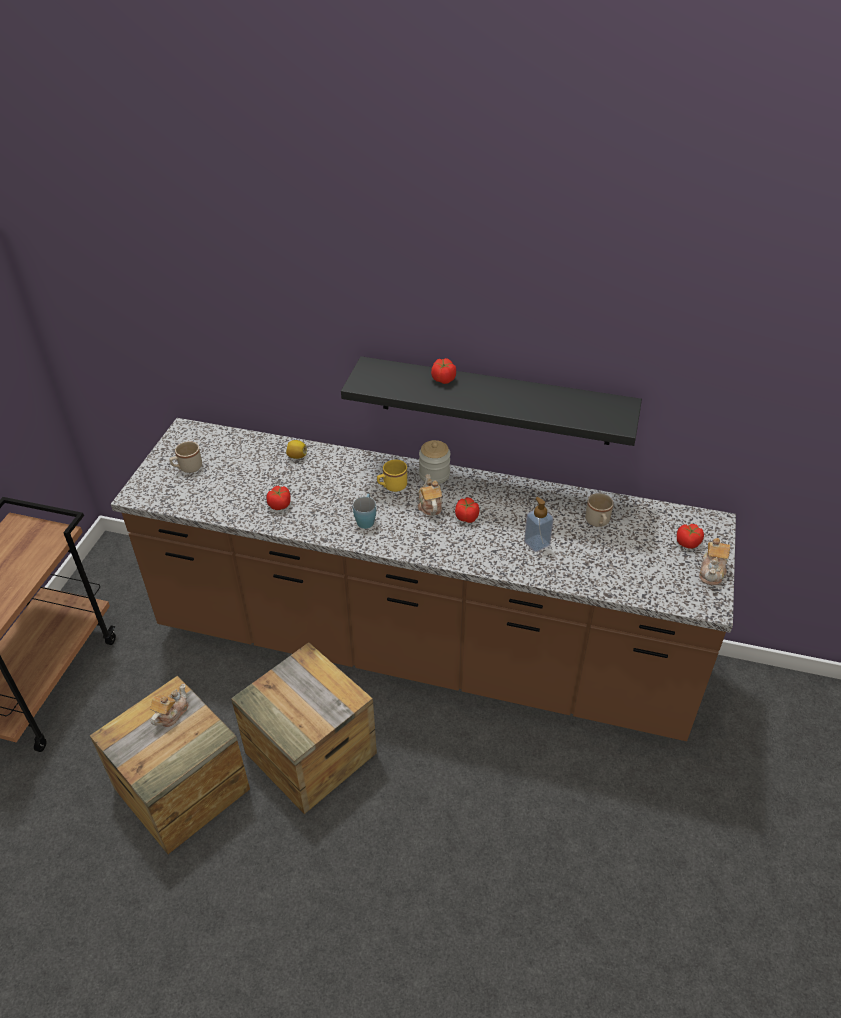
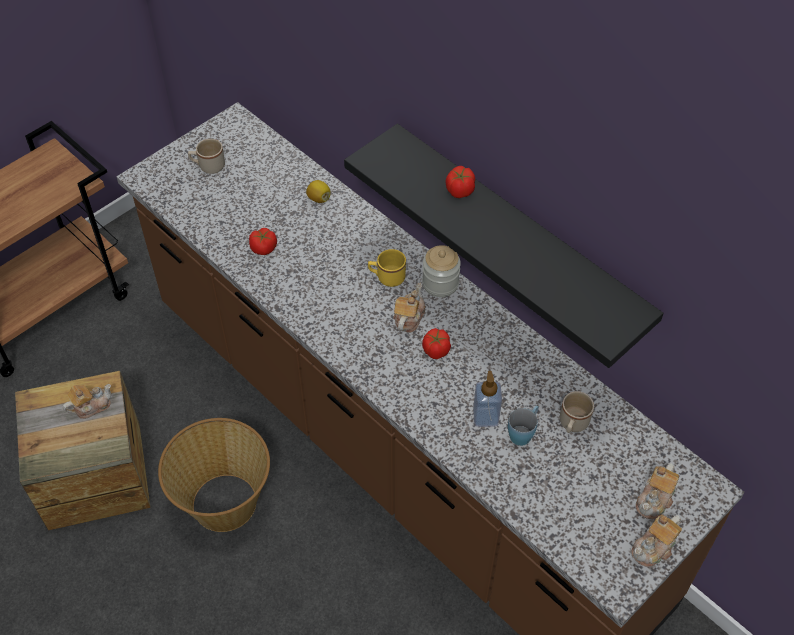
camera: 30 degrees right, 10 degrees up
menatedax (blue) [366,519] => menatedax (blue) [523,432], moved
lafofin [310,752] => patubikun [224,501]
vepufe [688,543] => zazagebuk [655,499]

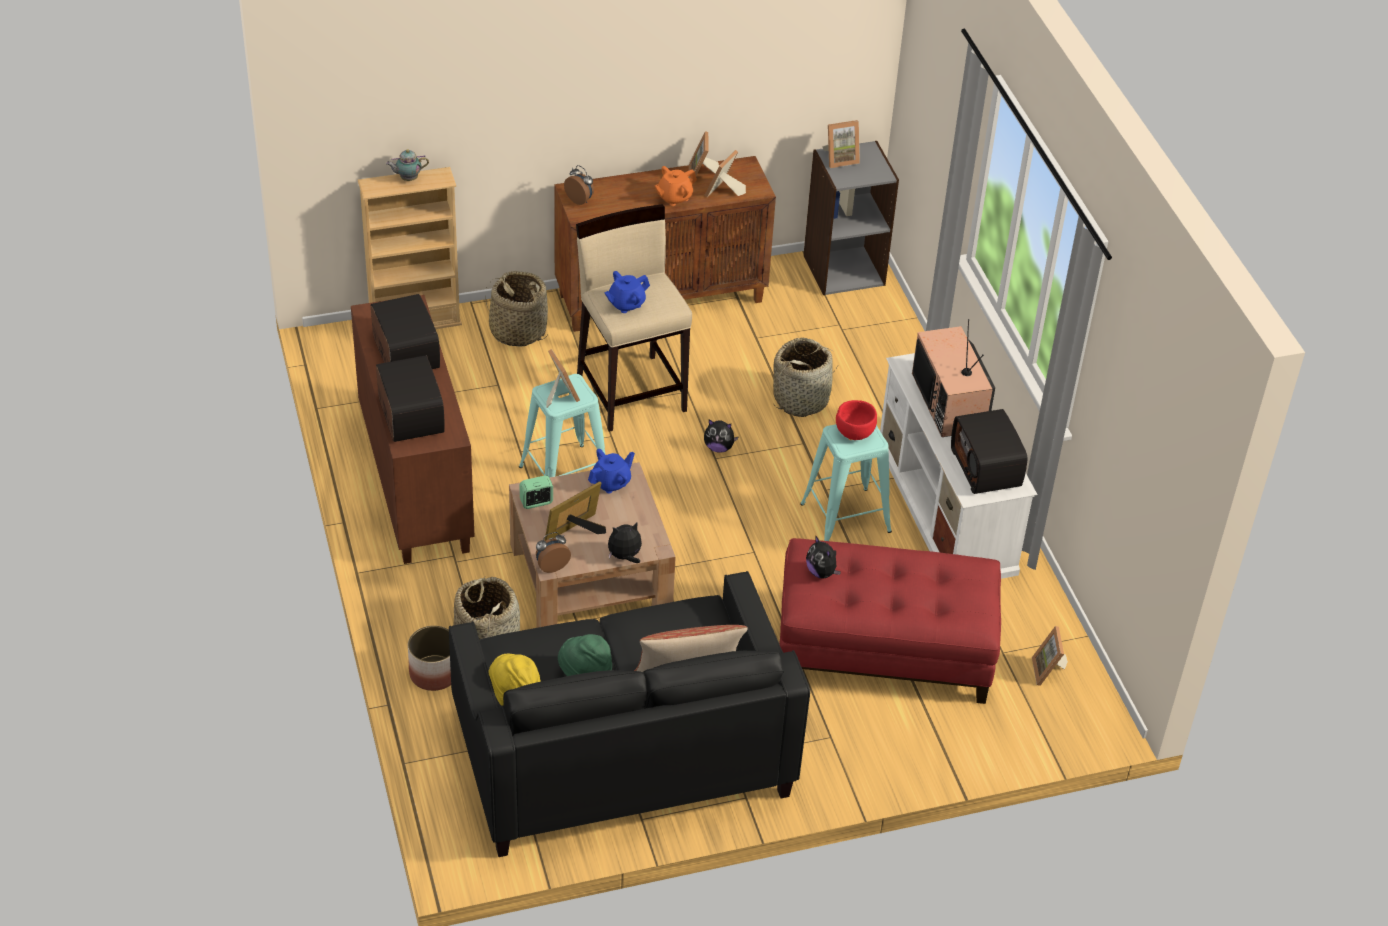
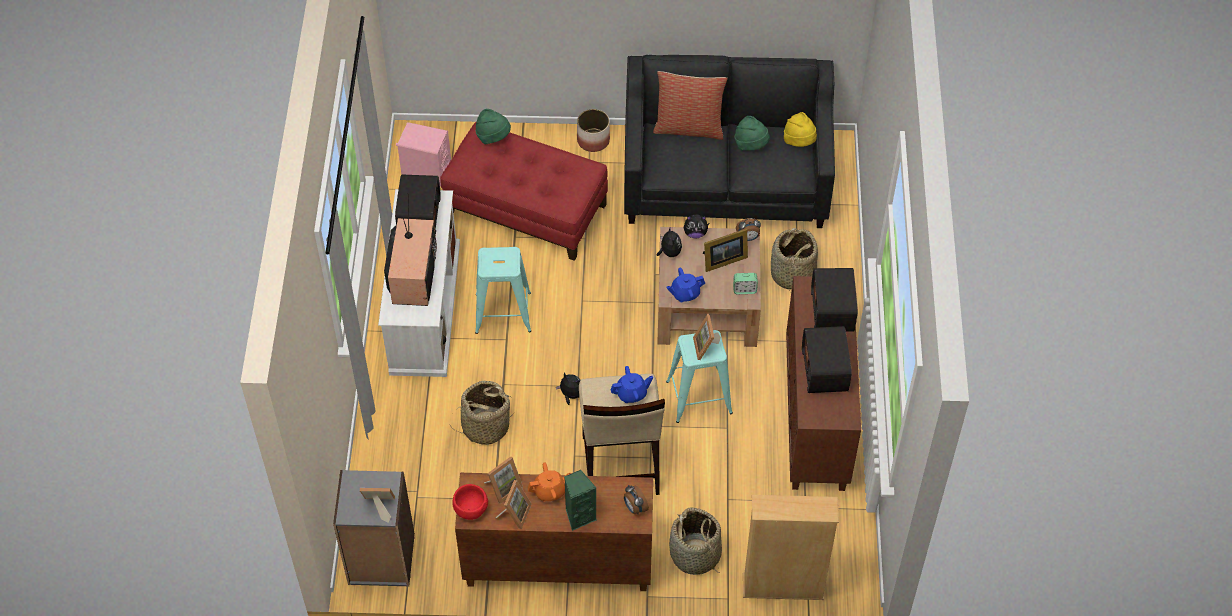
camera: 160 degrees left, 10 degrees up
zazagebuk [407,178] => nothing
nothing => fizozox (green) [493,137]
nothing => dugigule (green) [579,516]
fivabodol [433,674] => fivabodol [593,140], moved
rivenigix [821,572] => rivenigix [669,252], moved
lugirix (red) [854,432] => lugirix (red) [471,510], moved
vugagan [1049,671] => dugigule (pink) [426,171]

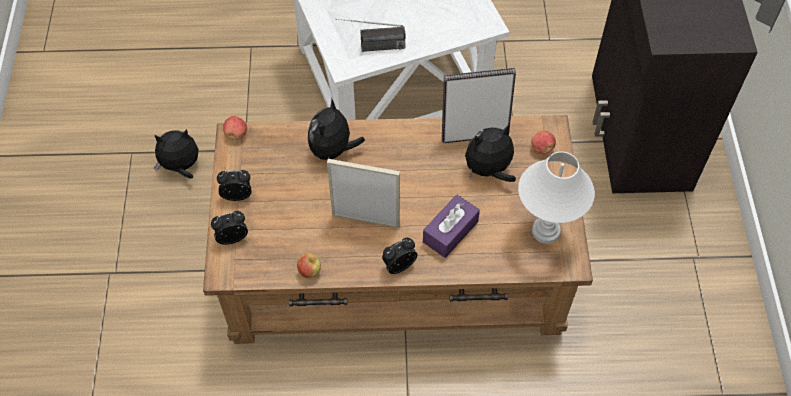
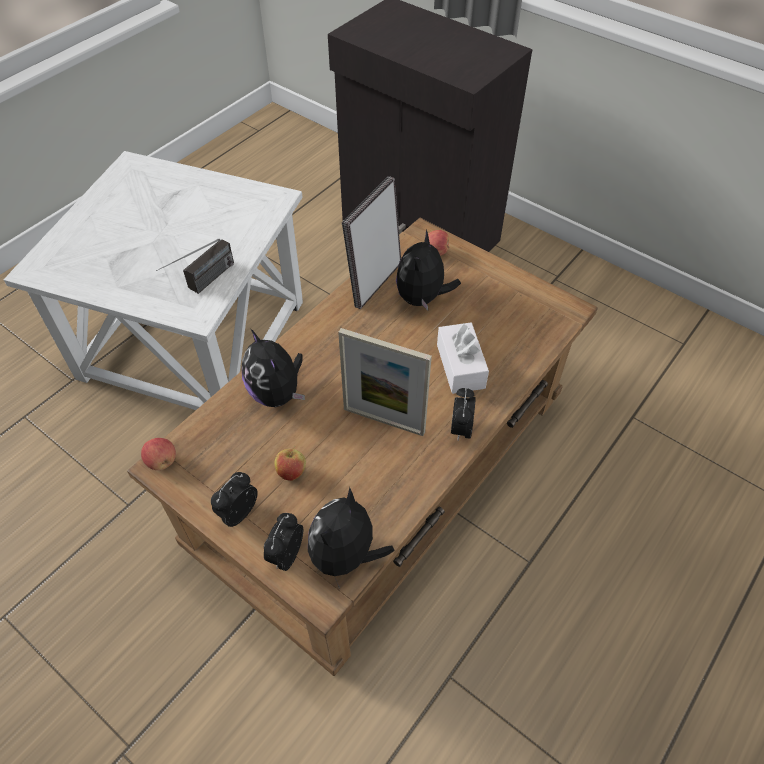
camera: 50 degrees left, 5 degrees down
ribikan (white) [546,232] => nothing
rivenigix [181,167] => rivenigix [346,556], moved
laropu [310,272] => laropu [291,472], moved
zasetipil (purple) [450,232] => zasetipil (white) [460,366]
vugagan [365,220] => vugagan [384,420], 120 degrees counterclockwise

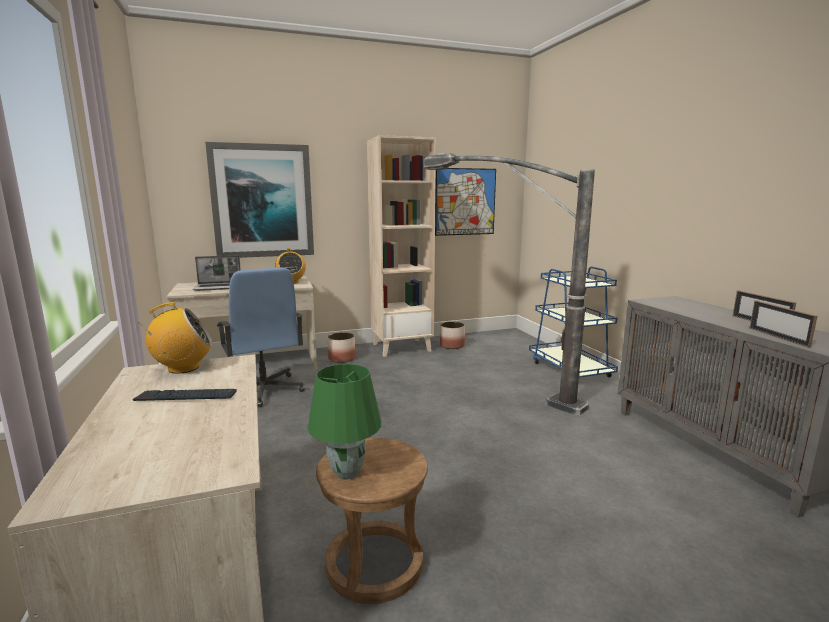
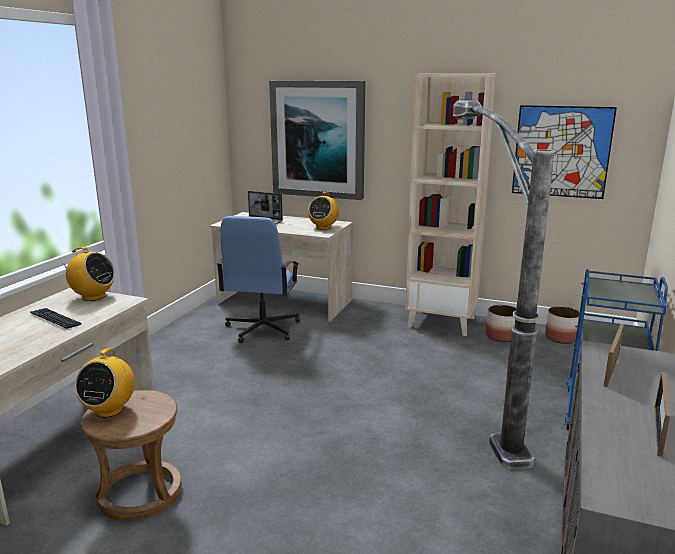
camera: 40 degrees right, 5 degrees up
fivabodol [342,358] => fivabodol [561,338], moved
vugagan [778,337] => vugagan [611,370], moved
ribikan (green) [347,472] => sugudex [109,410]

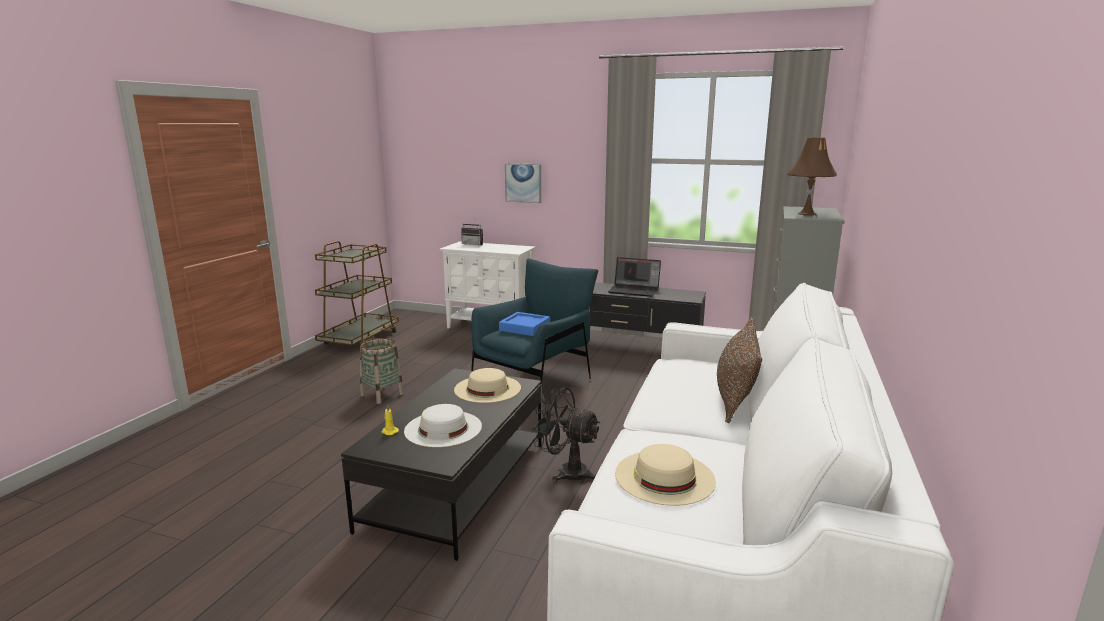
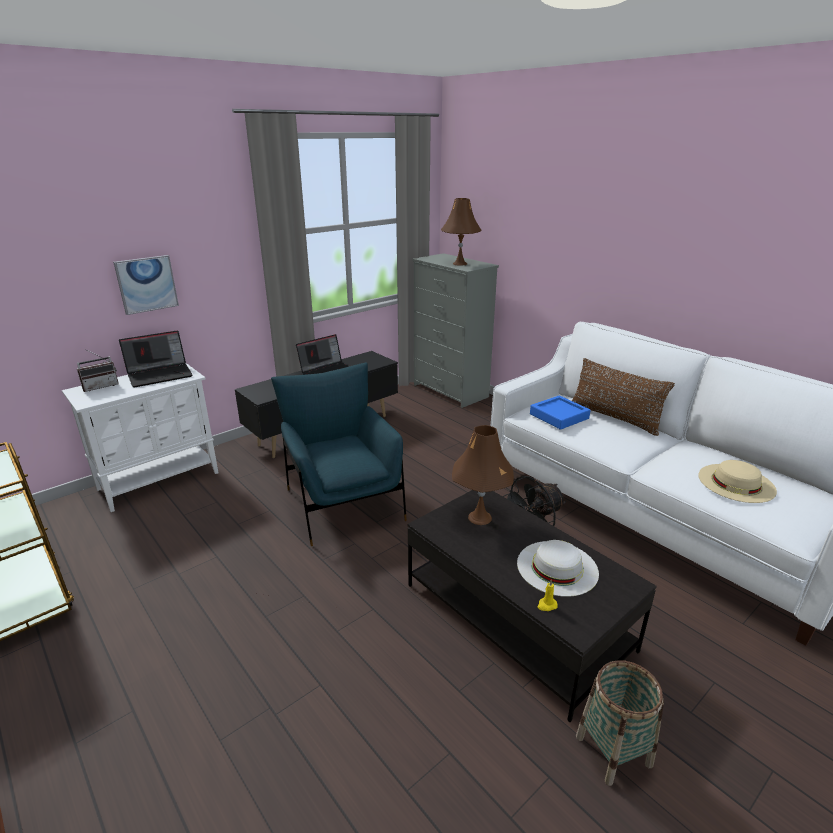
camera: 60 degrees left, 10 degrees up
nothing => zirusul [160,374]
patubikun [382,395] => patubikun [613,751], moved
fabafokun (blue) [525,328] => fabafokun (blue) [559,416], moved
fizozox (beige) [487,388] => ribikan (brown) [480,517]

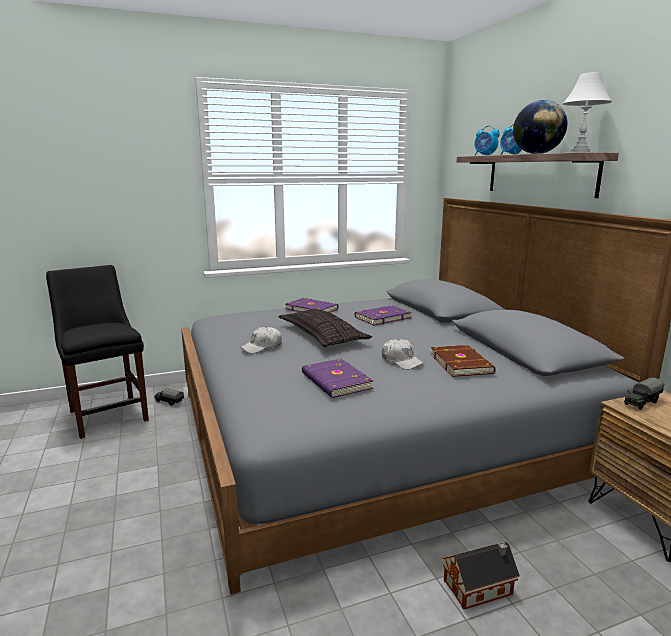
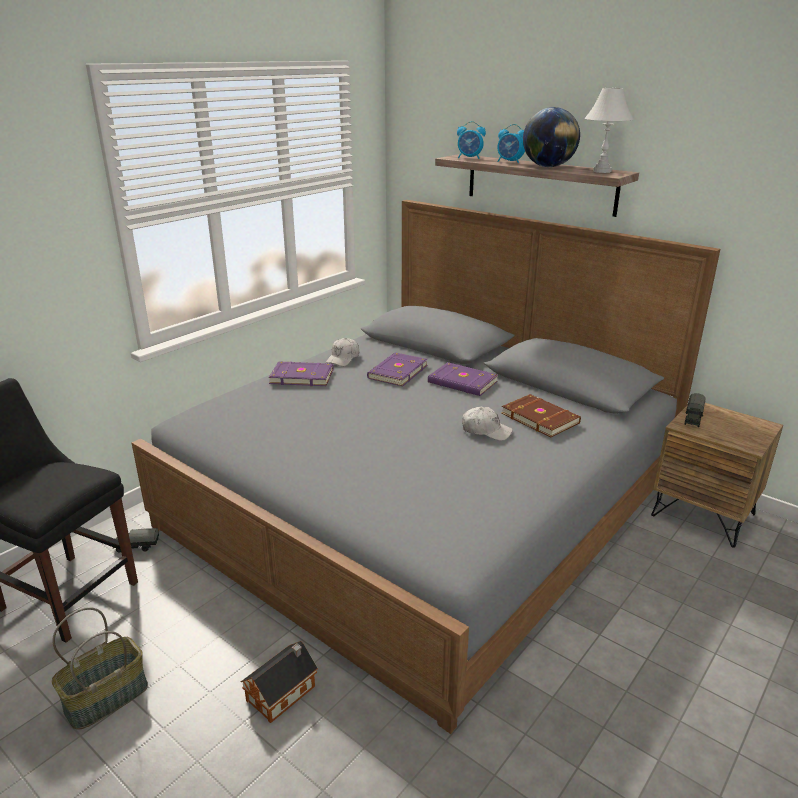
camera: 30 degrees left, 10 degrees up
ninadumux [322,335] => nothing
nothing => patubikun [107,697]
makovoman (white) [262,347] => makovoman (white) [343,358], moved
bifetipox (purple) [335,381] => bifetipox (purple) [462,383], moved
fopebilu [480,587] => fopebilu [283,692], moved

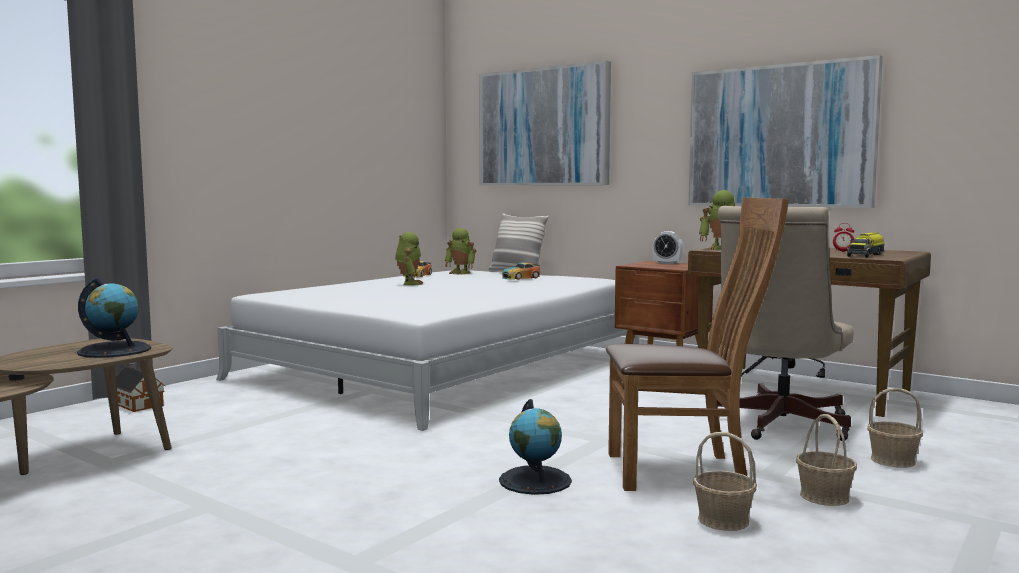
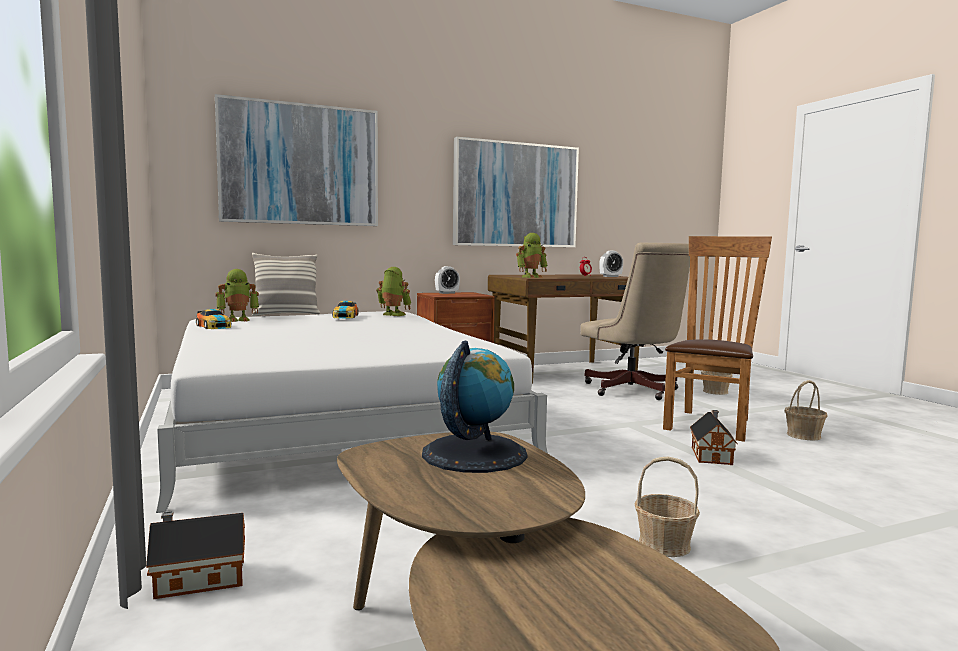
camera: 60 degrees left, 0 degrees up
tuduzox [409,283] => tuduzox [393,315], moved
patubikun [824,496] => patubikun [664,544], moved
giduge [535,480] => fopebilu [711,455]
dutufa [866,255] => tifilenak [610,276]

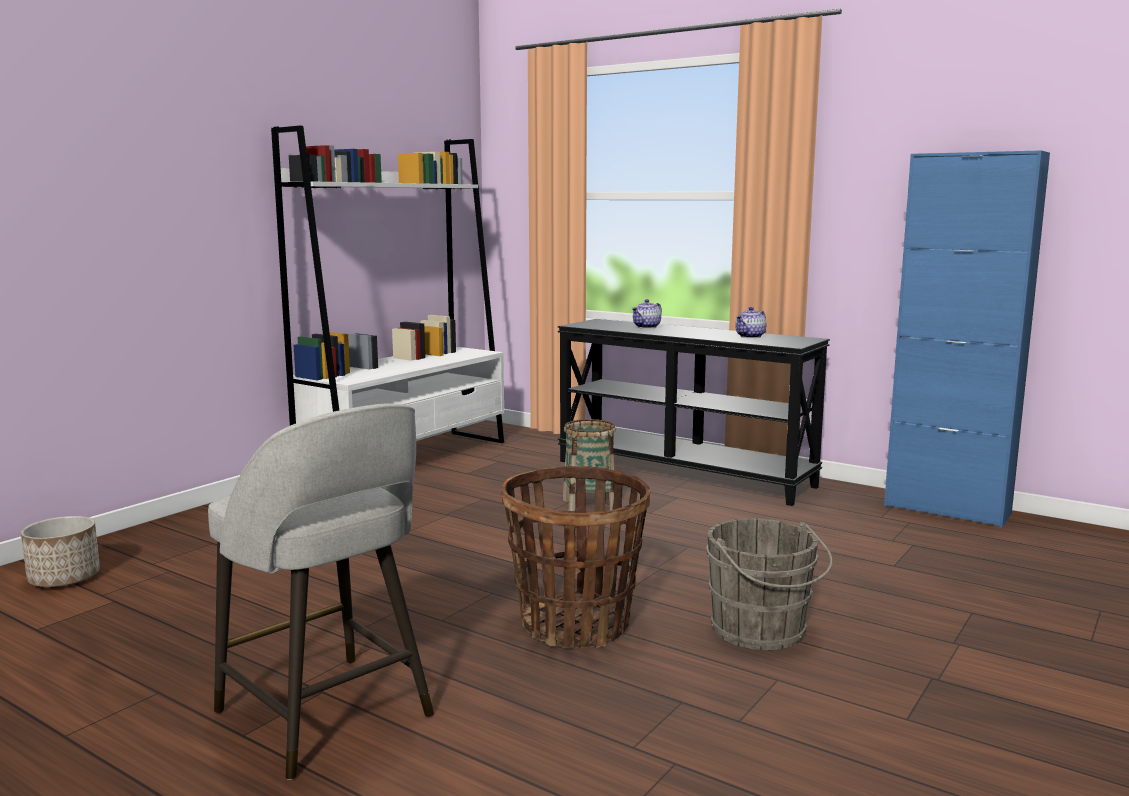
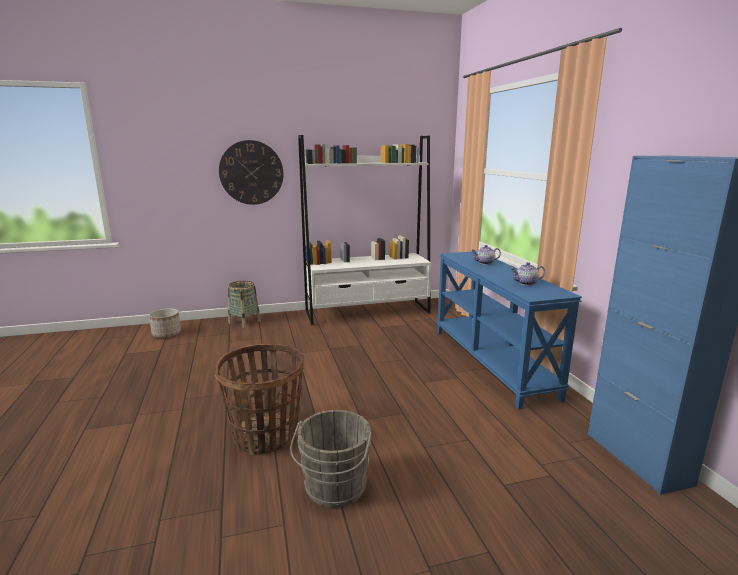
camera: 40 degrees right, 5 degrees up
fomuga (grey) [327,716] => nothing
nothing => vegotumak [251,172]
patubikun [589,506] => patubikun [244,322], moved
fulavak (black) [684,473] => fulavak (blue) [492,362]

